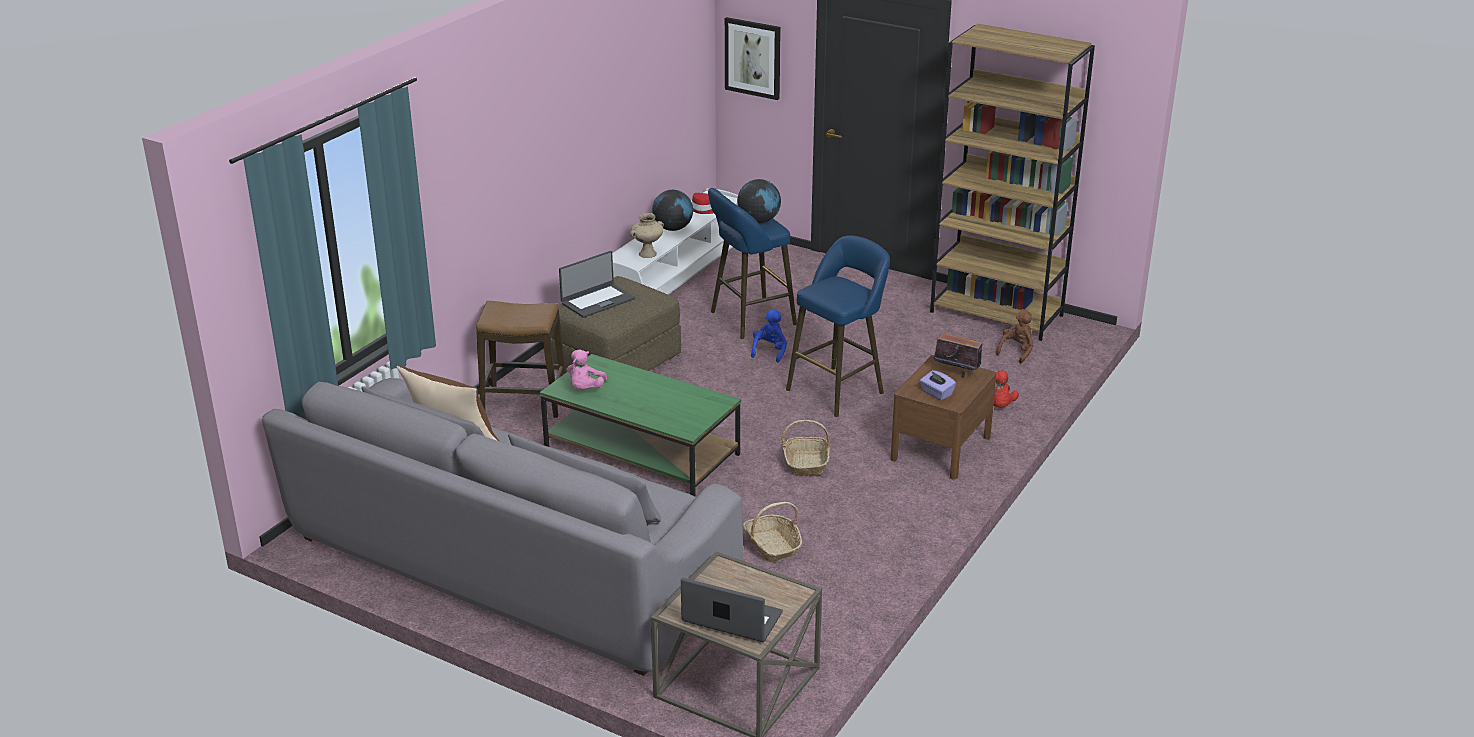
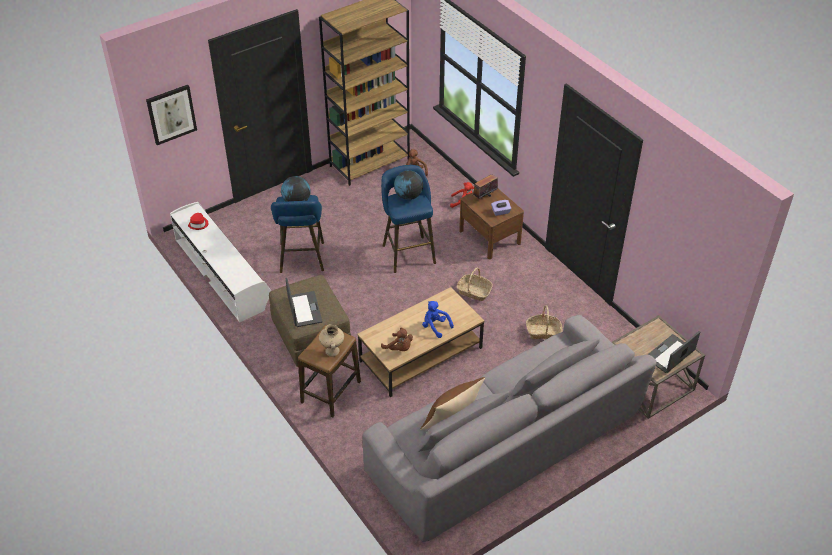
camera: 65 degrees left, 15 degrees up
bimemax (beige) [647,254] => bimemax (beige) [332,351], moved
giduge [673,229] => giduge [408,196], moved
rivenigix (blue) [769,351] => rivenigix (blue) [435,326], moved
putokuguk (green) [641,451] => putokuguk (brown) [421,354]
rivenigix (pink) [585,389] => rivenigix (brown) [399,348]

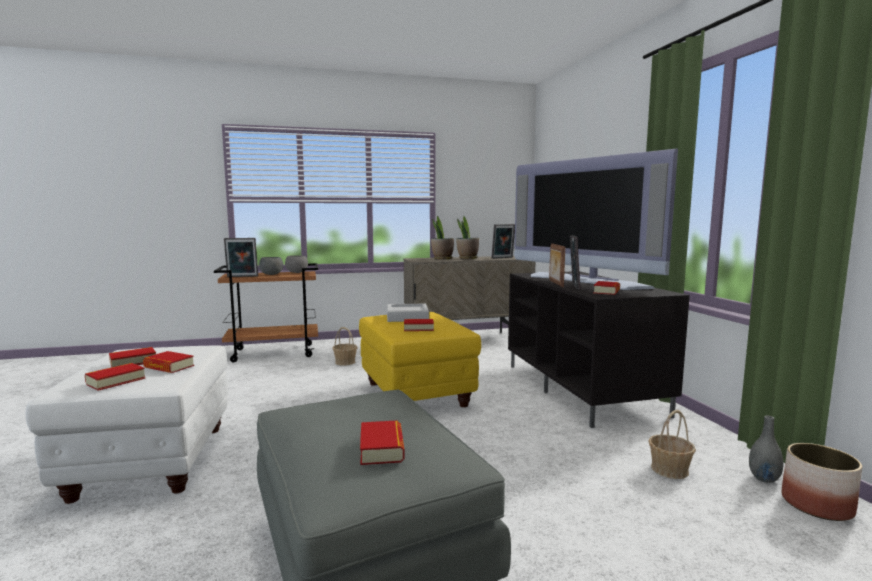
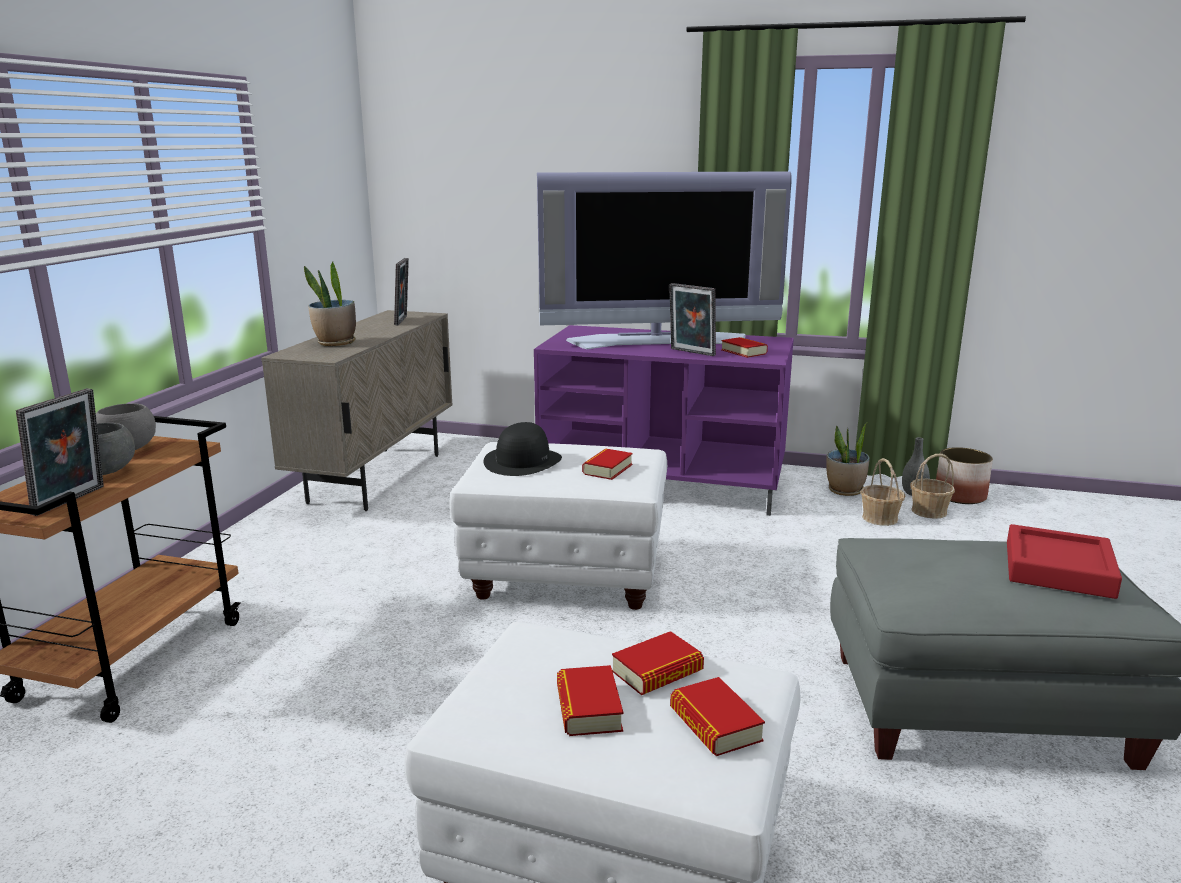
camera: 60 degrees left, 10 degrees up
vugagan [555,283] => nothing
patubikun [345,362] => patubikun [928,511], moved
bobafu [467,258] => bobafu [845,491], moved
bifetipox [381,448] => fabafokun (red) [1058,569]
fabafokun (grey) [407,317] => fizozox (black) [523,461]
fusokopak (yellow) [417,394] => fusokopak (white) [566,575]
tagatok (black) [583,389] => tagatok (purple) [665,482]

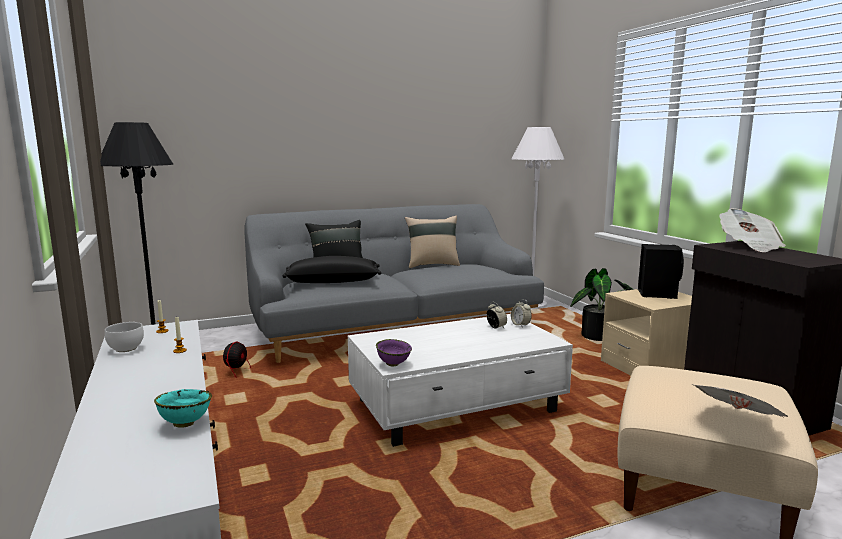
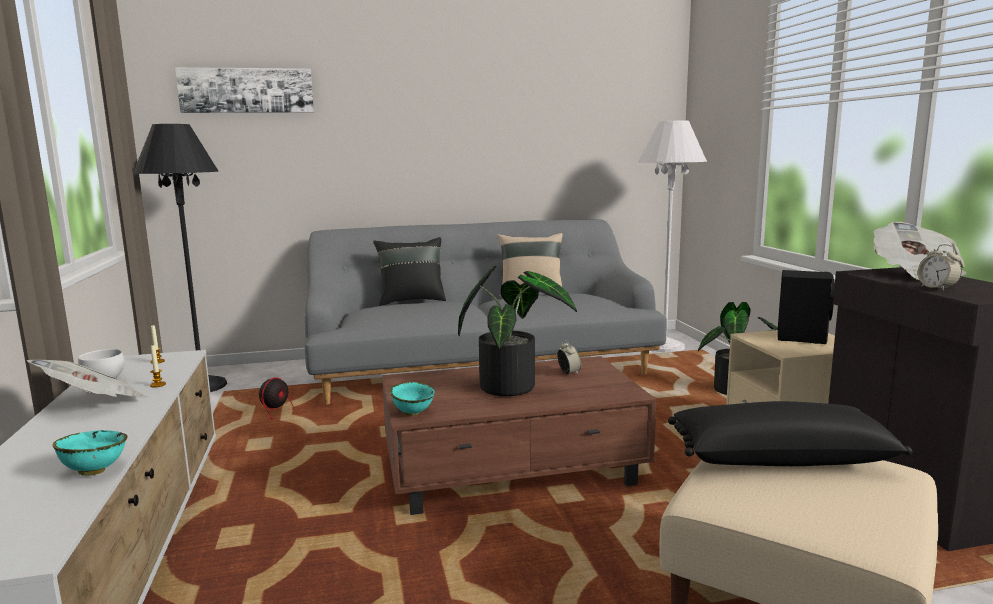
camera: 10 degrees right, 0 degrees up
nothing => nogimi [247,90]
nothing => bobafu [512,385]
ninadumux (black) [333,281] => ninadumux (black) [779,457], moved
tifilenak [520,325] => tifilenak [937,288], moved
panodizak [737,423] => panodizak [95,403], moved
putokuguk (white) [458,406] => putokuguk (brown) [514,470]
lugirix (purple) [393,364] => lugirix (turquoise) [413,413]

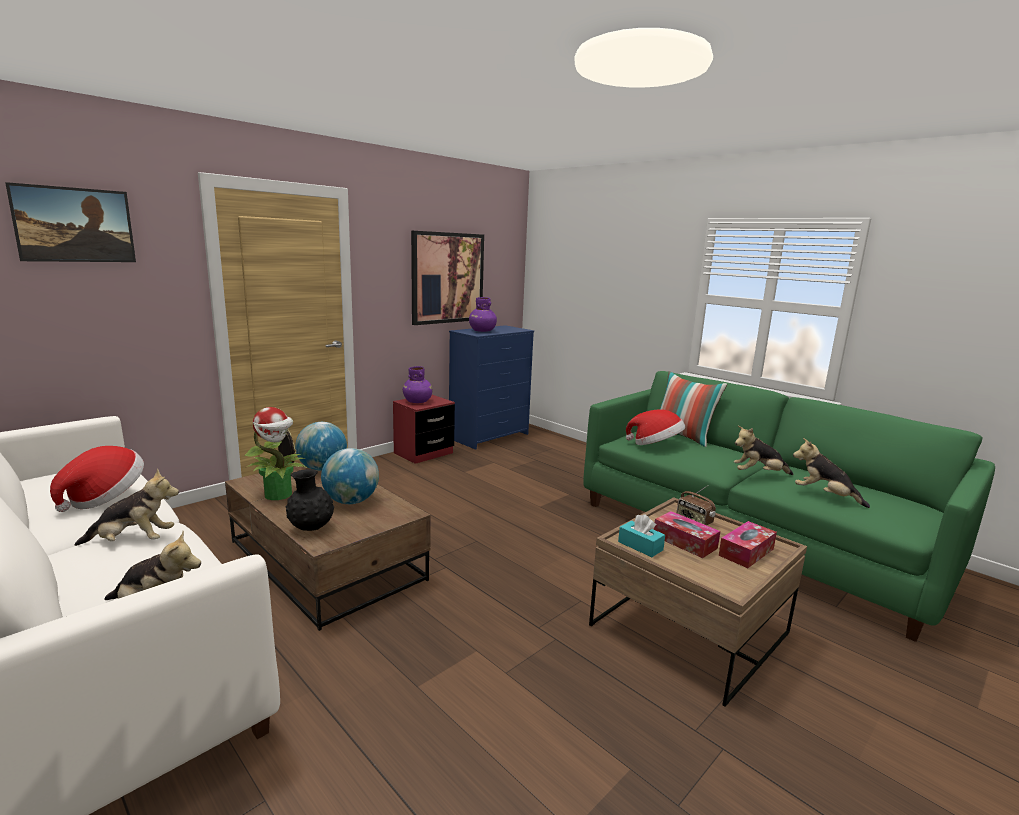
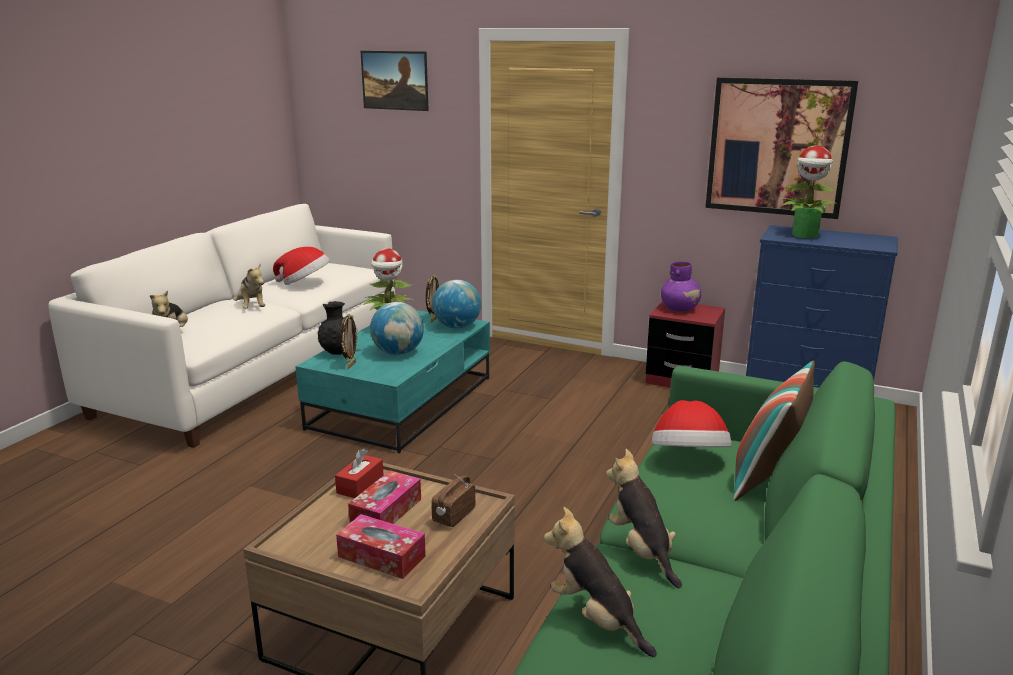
camera: 70 degrees right, 5 degrees up
nothing => vugagan [350,365]
bimemax (purple) [482,331] => bobafu [805,235]
putokuguk (brown) [324,560] => putokuguk (turquoise) [402,402]
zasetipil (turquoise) [640,546] => zasetipil (red) [360,485]
rivenigix [824,496] => rivenigix [596,618], 60 degrees counterclockwise

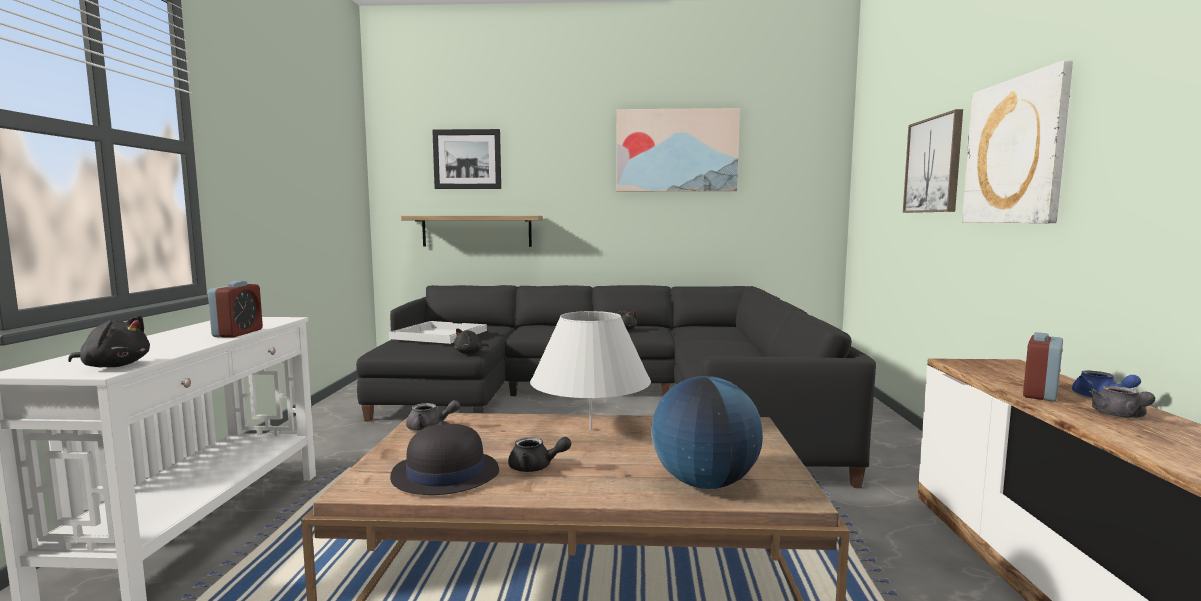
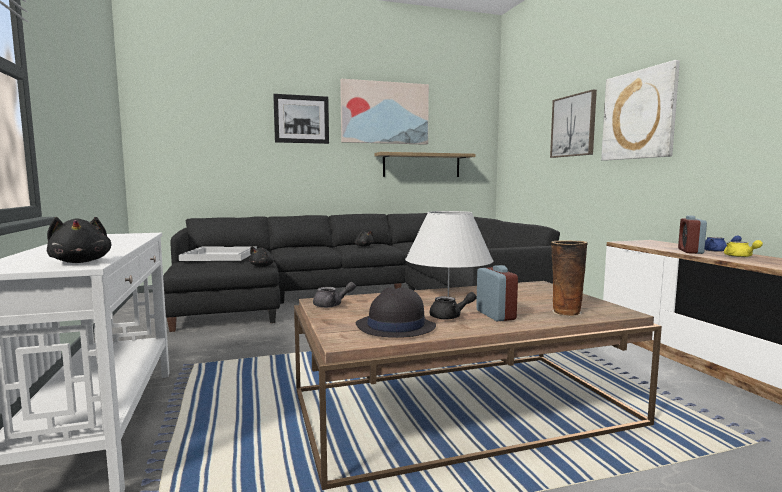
camera: 20 degrees left, 0 degrees up
tifilenak [238,333] => tifilenak [495,315], moved
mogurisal [476,231] => mogurisal [421,165], moved
nogimi [467,159] => nogimi [301,119], moved
giduge [704,483] => bimemax [565,312]
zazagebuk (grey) [1120,416] => zazagebuk (yellow) [740,256]
rivenigix (black) [114,366] => rivenigix (black) [81,262], 75 degrees clockwise

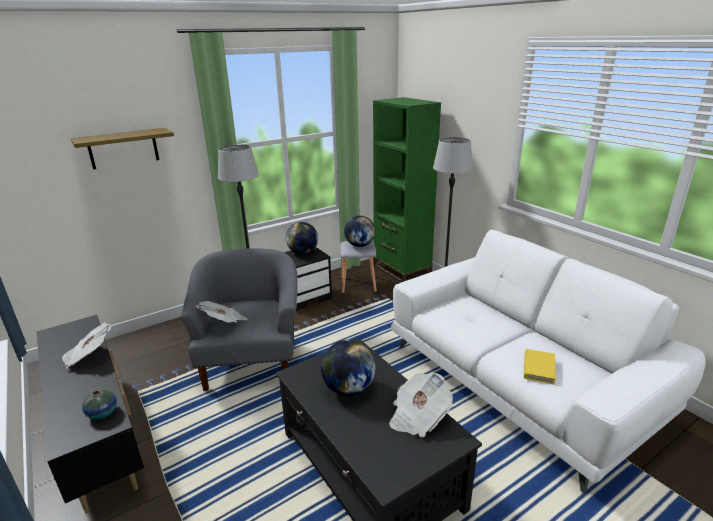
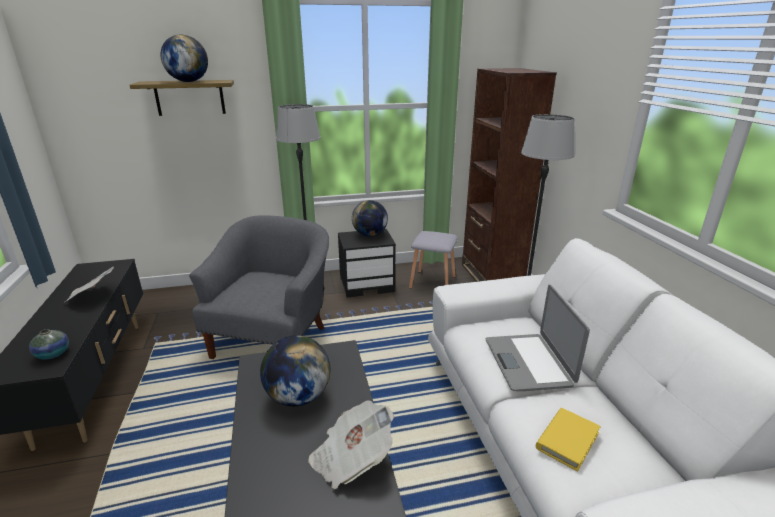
camera: 20 degrees right, 0 degrees up
panodizak [224,322] => nothing
nothing => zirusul [528,362]
giduge [360,245] => giduge [188,81], moved
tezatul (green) [401,270] => tezatul (brown) [491,275]

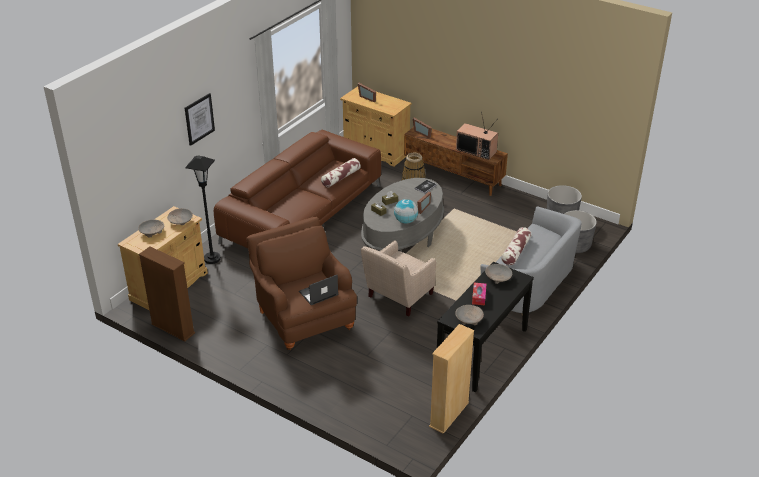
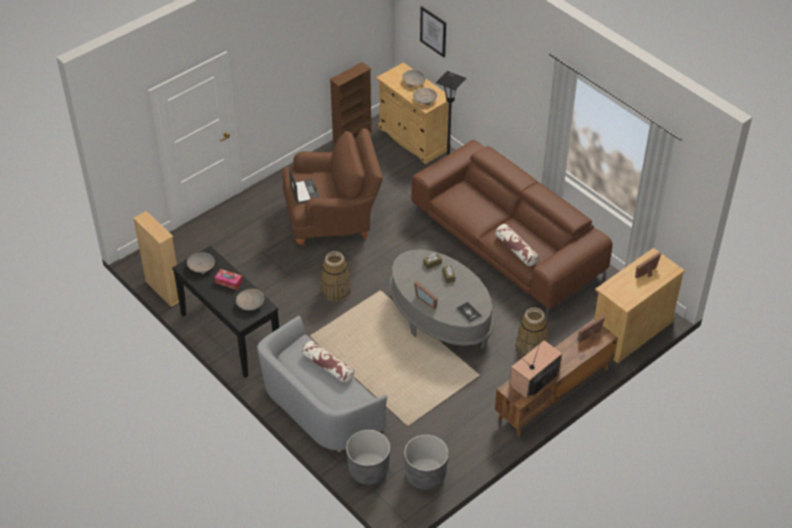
camera: 105 degrees right, 10 degrees up
giduge [405,221] => nothing
nogimi [199,119] => nogimi [433,31], moved
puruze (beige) [397,297] => patubikun [336,290]

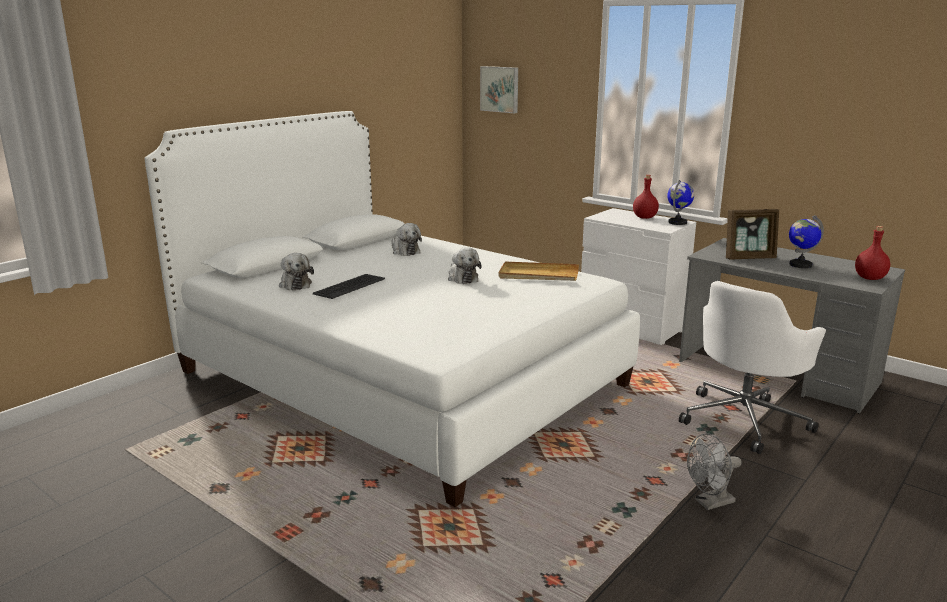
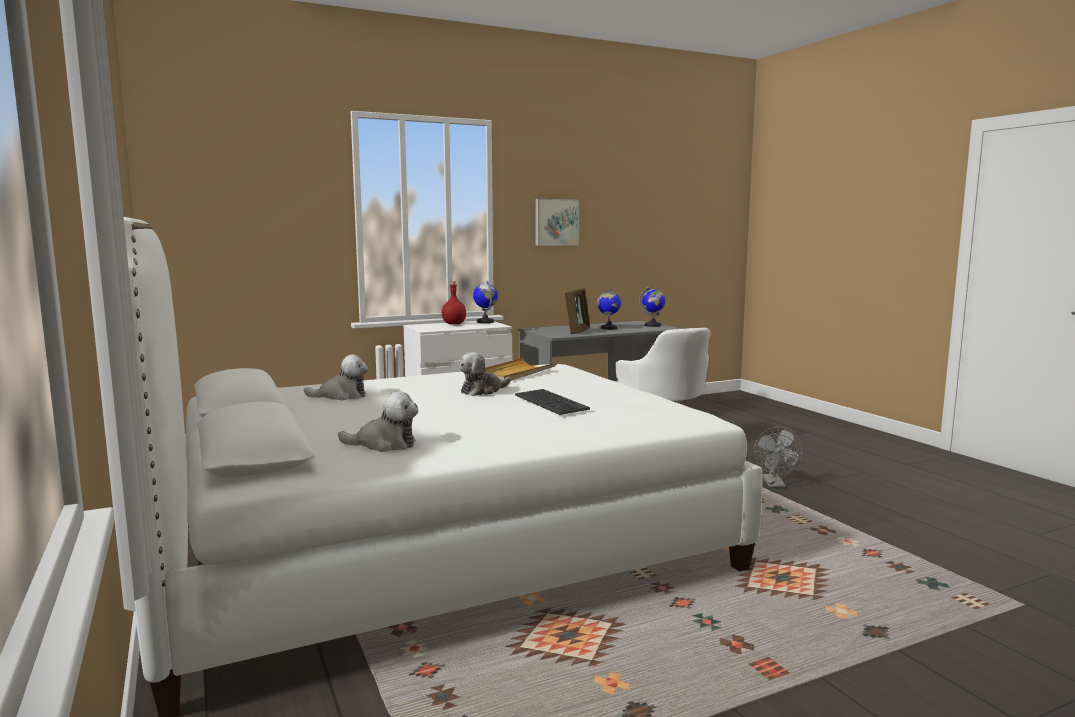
camera: 65 degrees left, 10 degrees down
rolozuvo [349,286] => rolozuvo [549,402], moved
nogimi [500,89] => nogimi [556,222], moved
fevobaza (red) [870,278] => giduge [653,325]
rivenigix [462,278] => rivenigix [482,391], 135 degrees clockwise

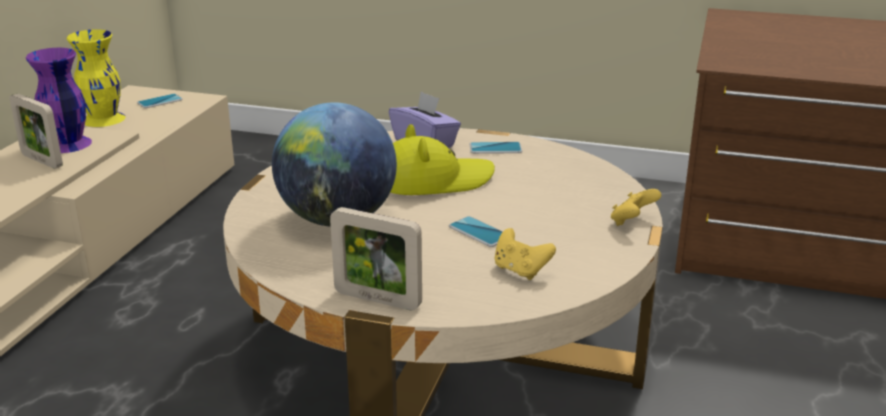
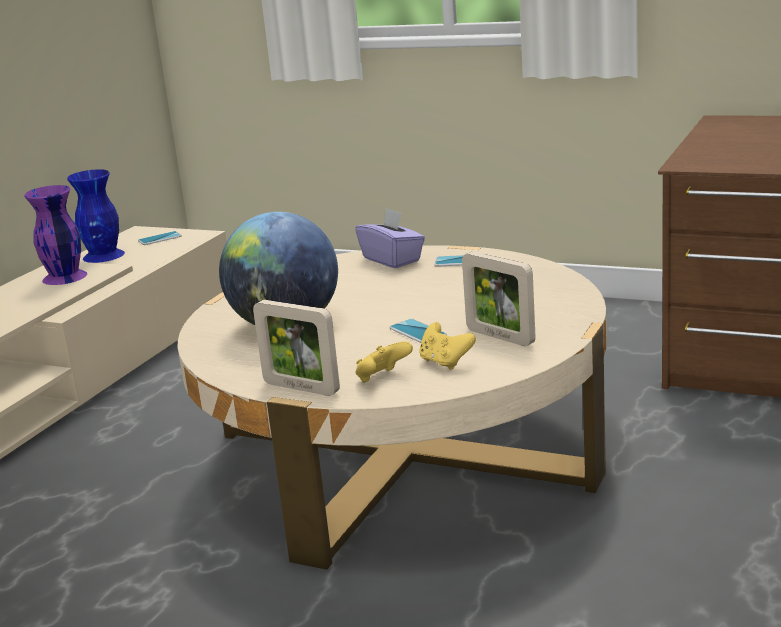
camera: 10 degrees right, 5 degrees down
fizozox (yellow) [433,180] => nothing
vugagan [42,161] => vugagan [500,337], moved
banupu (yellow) [632,222] => banupu (yellow) [382,379], moved
bimemax (yellow) [103,119] => bimemax (blue) [104,256]

